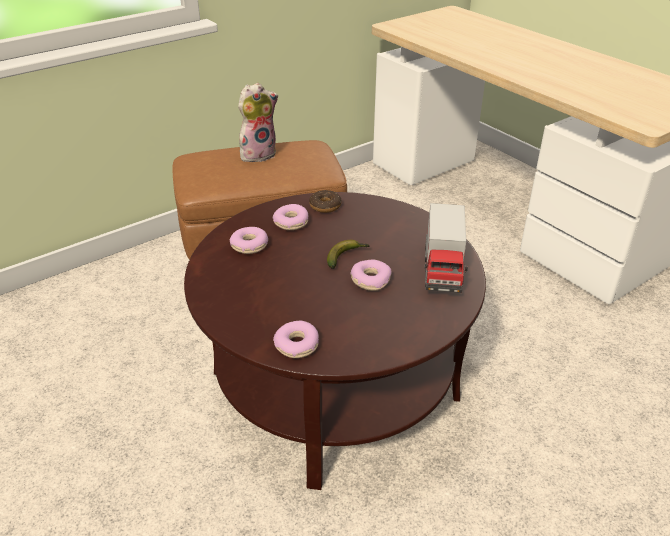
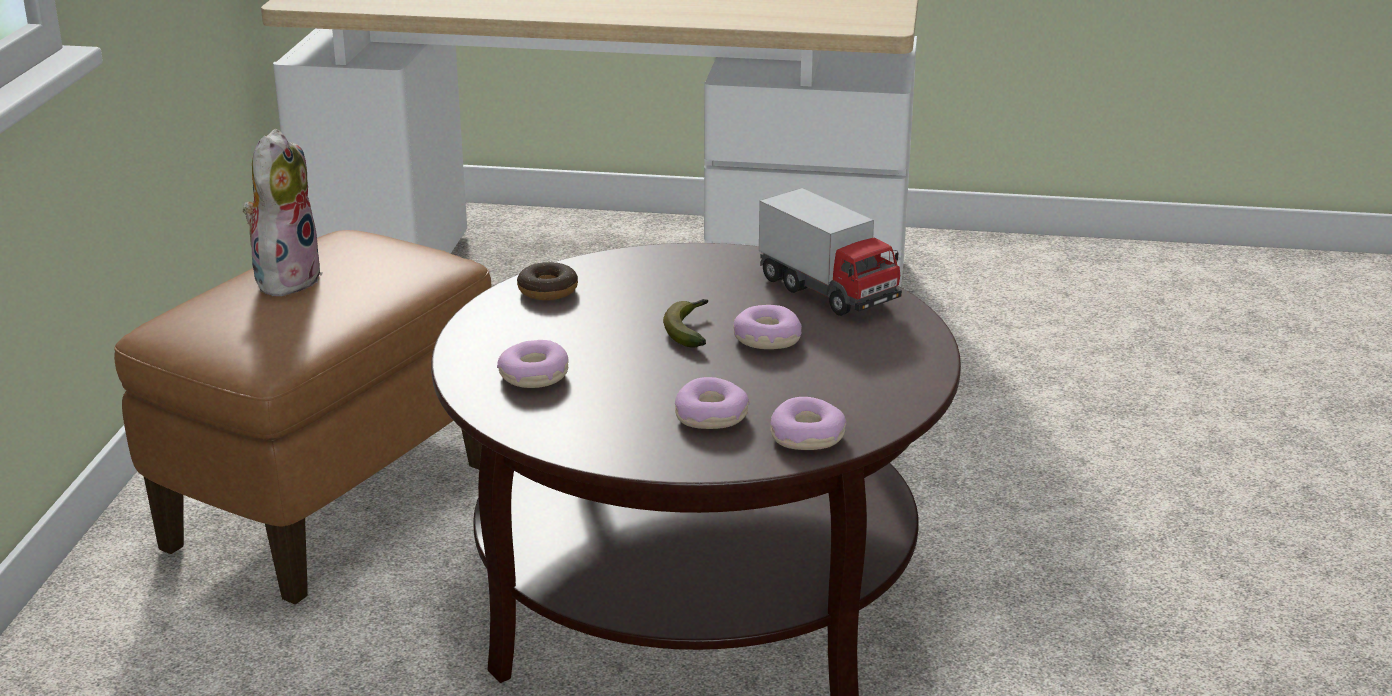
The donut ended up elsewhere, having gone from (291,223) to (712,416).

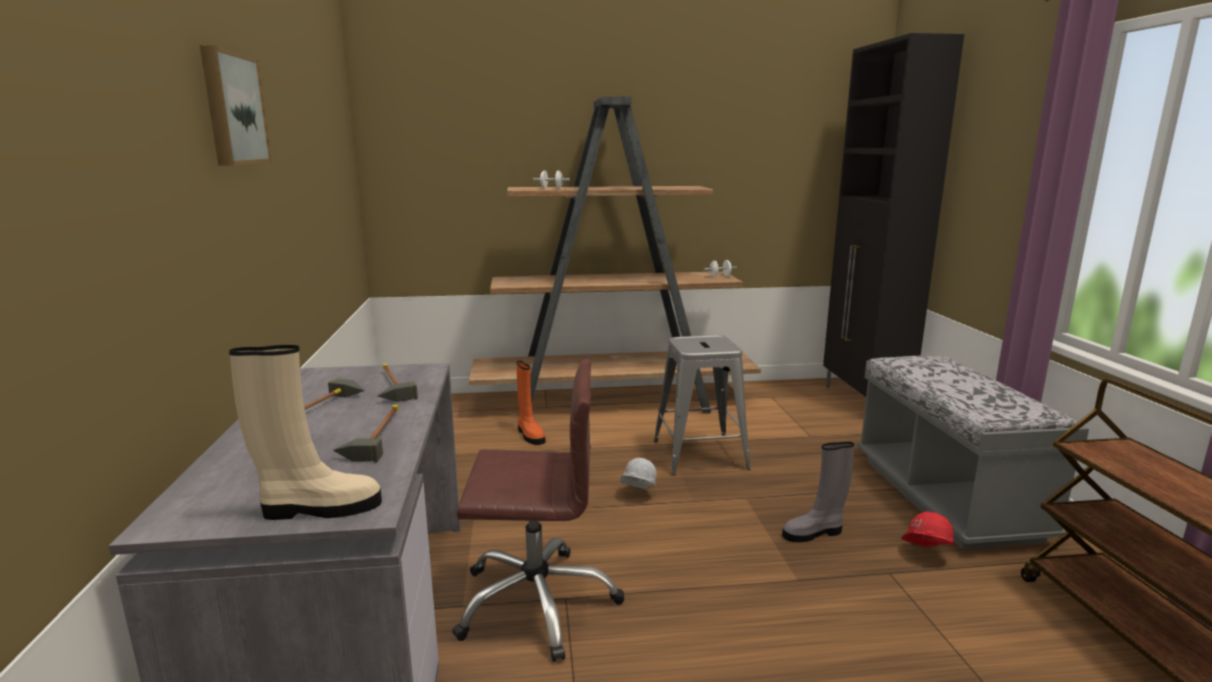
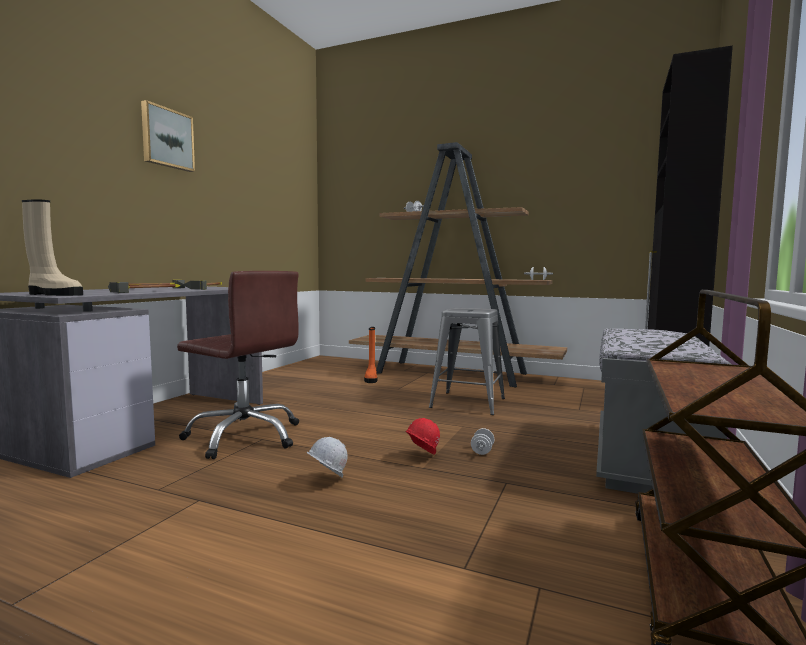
The white hard hat ended up elsewhere, having gone from (637,495) to (326,481).
The red hard hat ended up elsewhere, having gone from (924,555) to (421,457).
Where the grey boot stood at (814,533), the white dumbbell came to stand at (482,451).

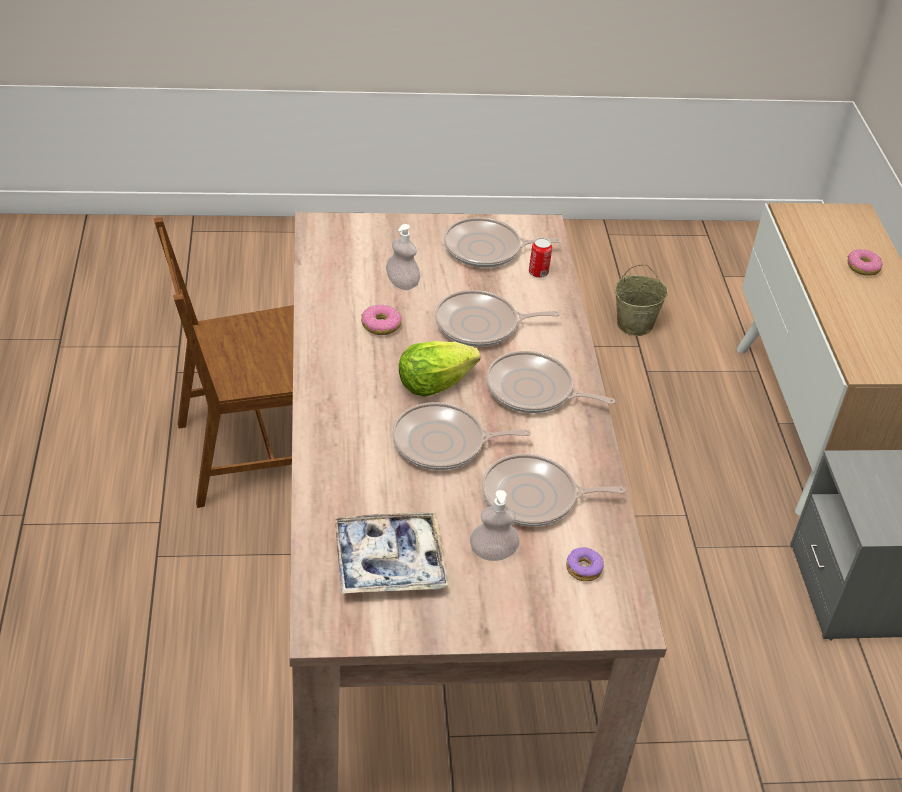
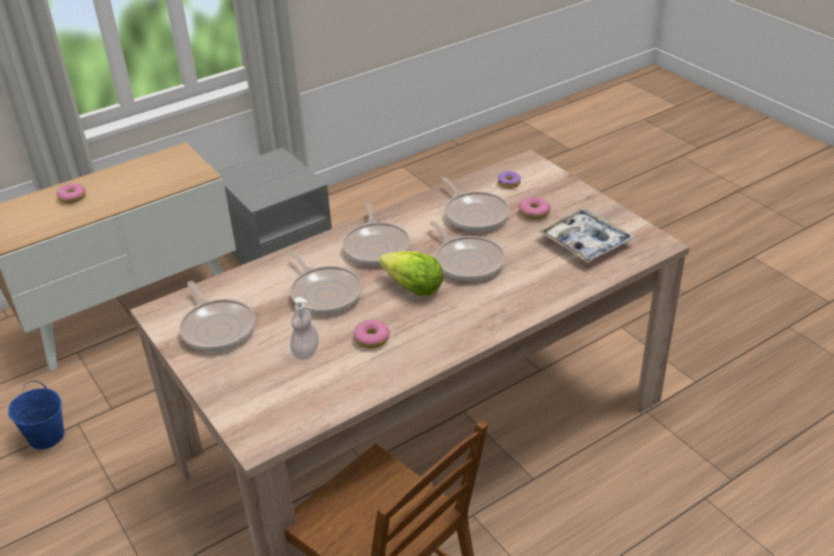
The second view lost the can at (538,272).
Where the soap dispenser stood at (493,553), the donut came to stand at (534,213).
What was the beige bucket at (635,324) turned into the blue bucket at (45,436).

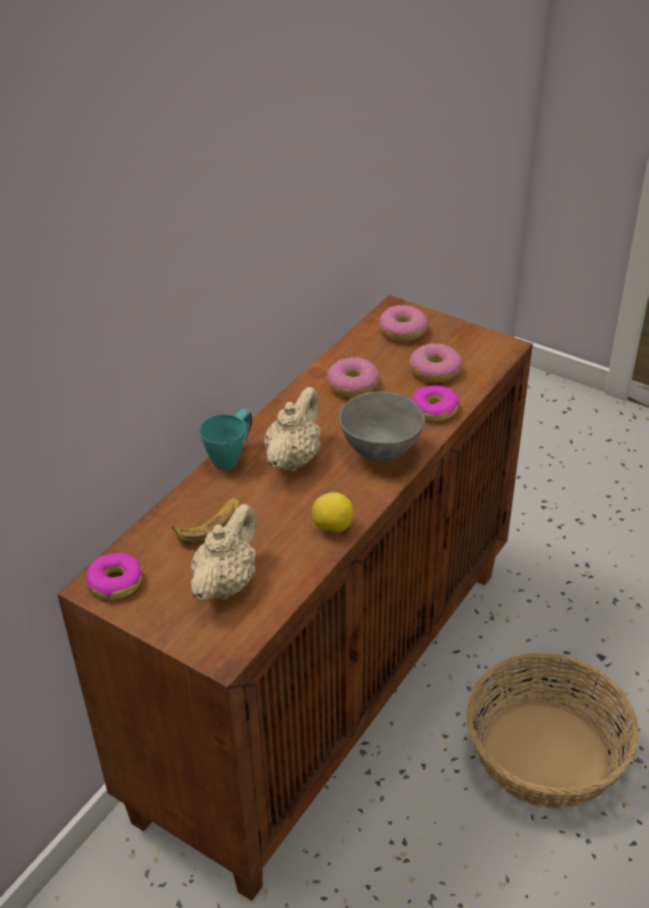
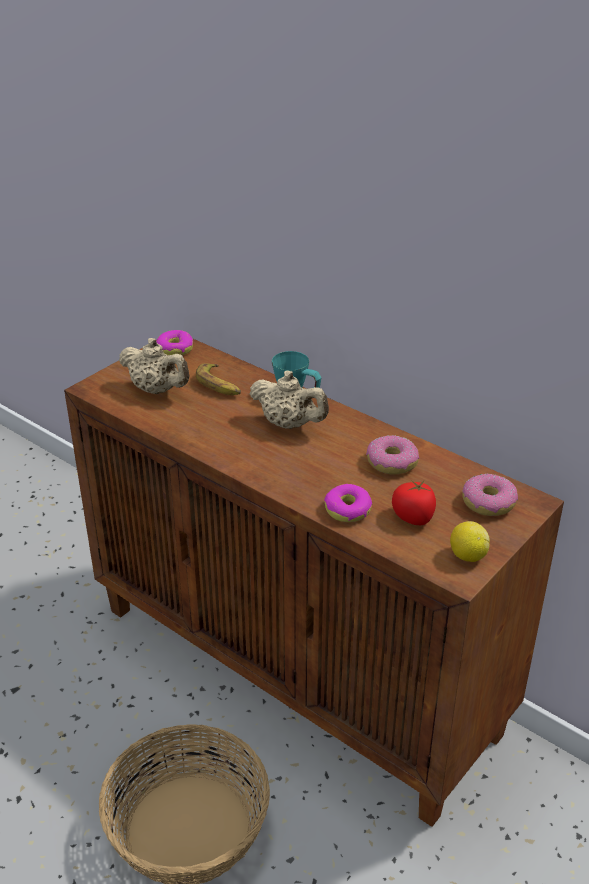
The second view lost the grey bowl at (381,452).
The lemon ended up elsewhere, having gone from (332,527) to (467,556).
Where the donut stood at (435,371), the tomato came to stand at (413,517).

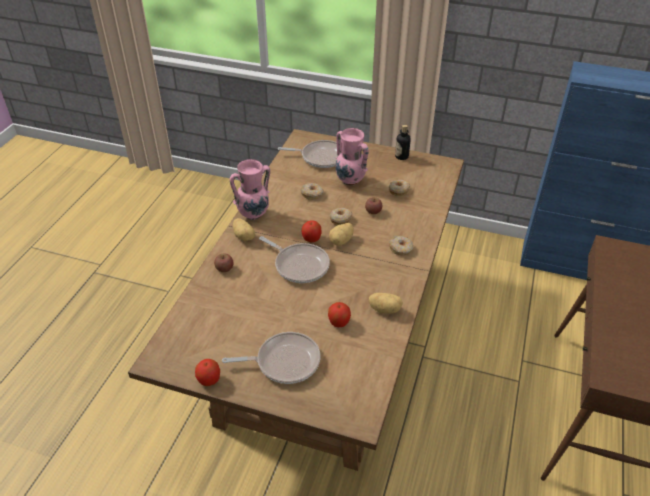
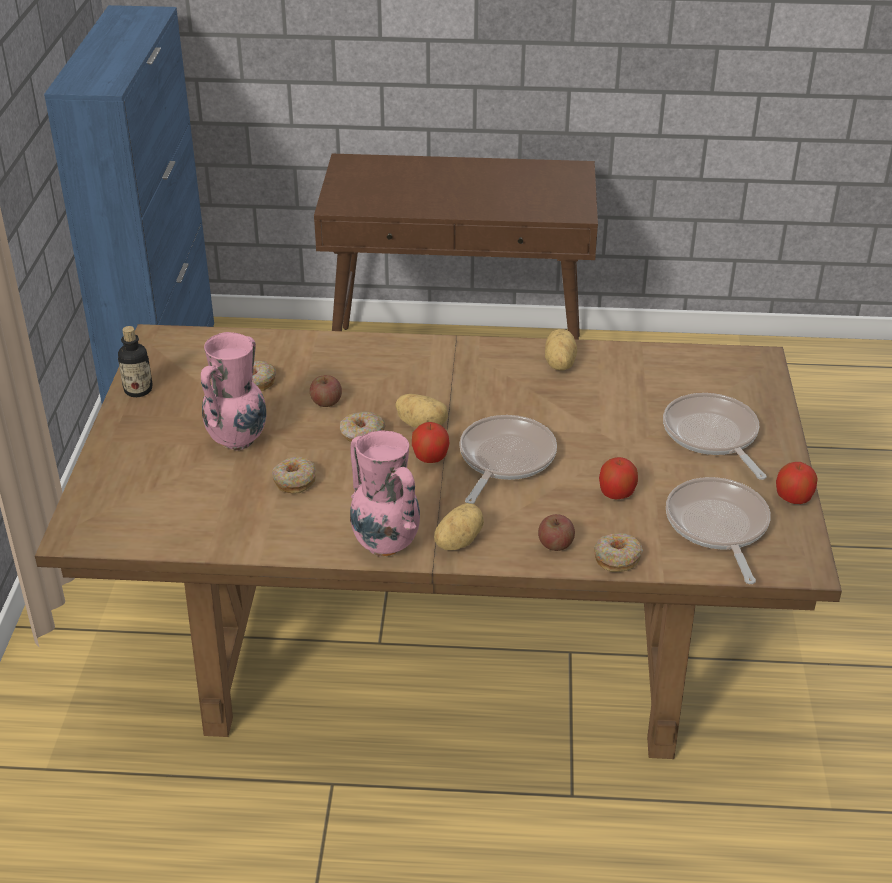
The frying pan ended up elsewhere, having gone from (320,157) to (717,527).
The apple ended up elsewhere, having gone from (339,322) to (616,494).
The donut ended up elsewhere, having gone from (401,249) to (617,558).

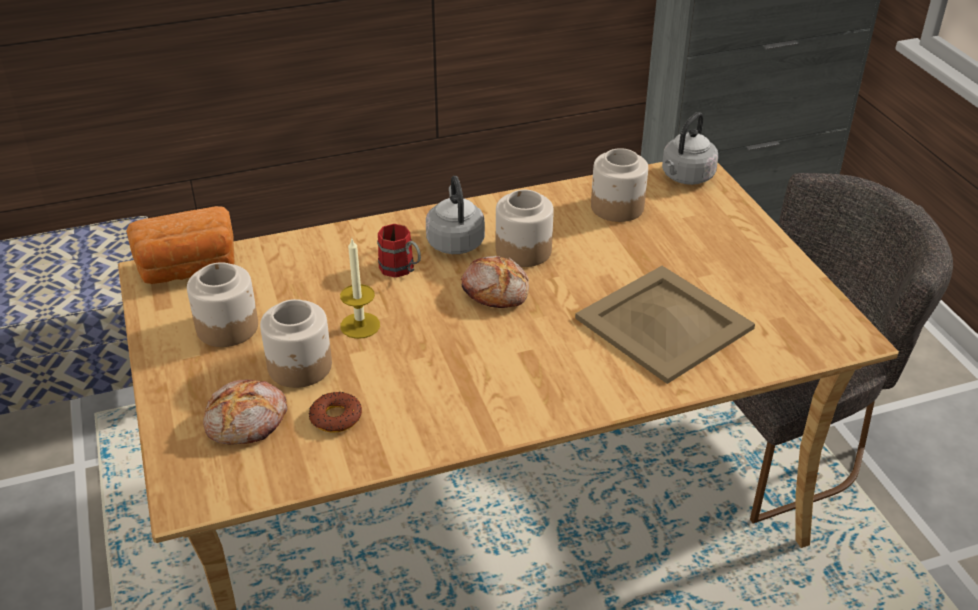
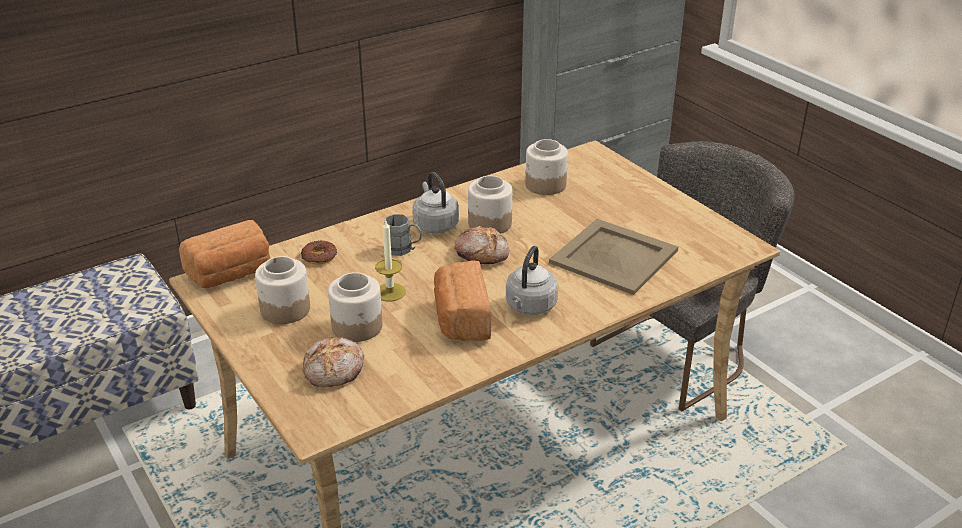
The second view gained the bread at (461,319).
The donut ended up elsewhere, having gone from (335,417) to (319,256).
The grey kettle ended up elsewhere, having gone from (686,177) to (530,307).
What was the red mug at (402,270) turned into the grey mug at (404,250).

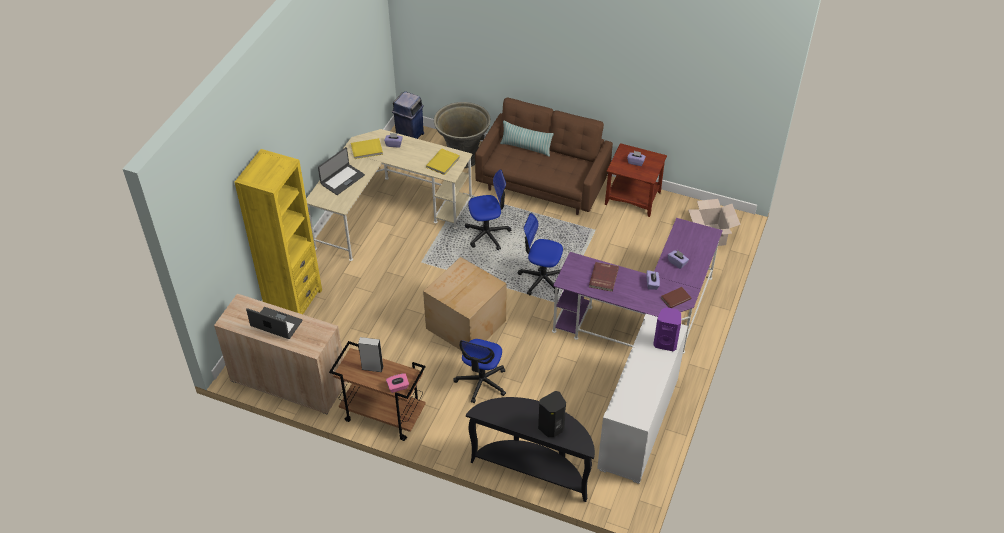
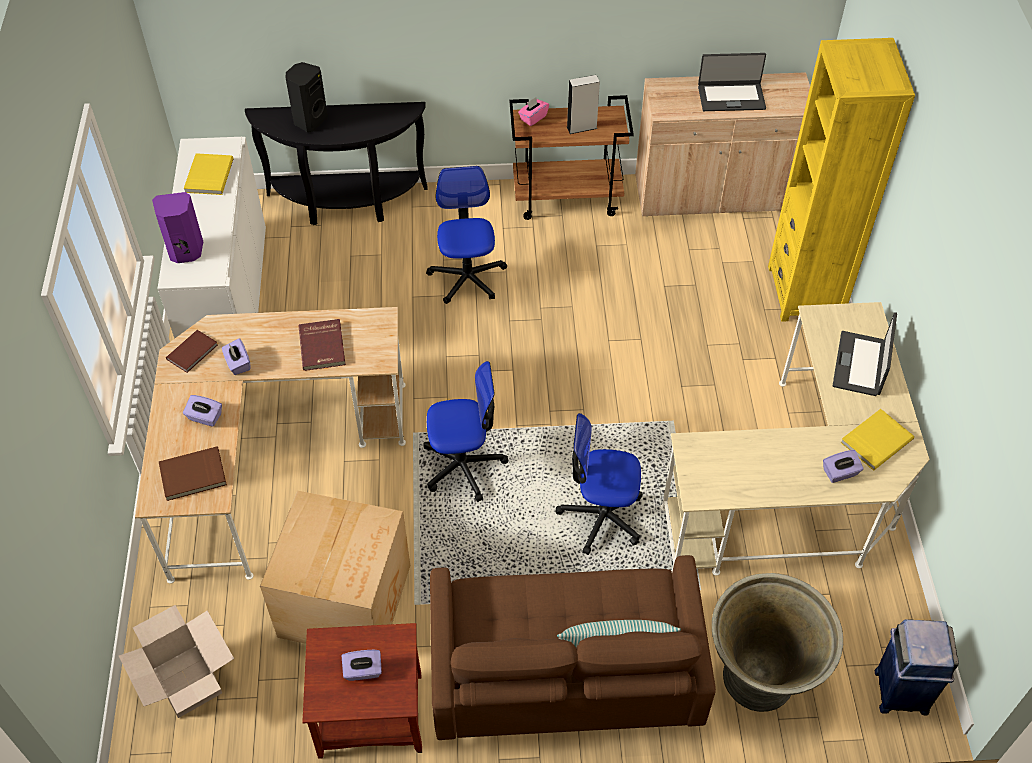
The second view gained the brown book at (193,476).
The cardboard box ended up elsewhere, having gone from (464,324) to (347,599).
The yellow book ended up elsewhere, having gone from (443,163) to (208,176).
What was the purple desk at (643,318) turned into the beige desk at (268,457).
The office chair at (487,234) ended up facing another way, 45 degrees clockwise from before.

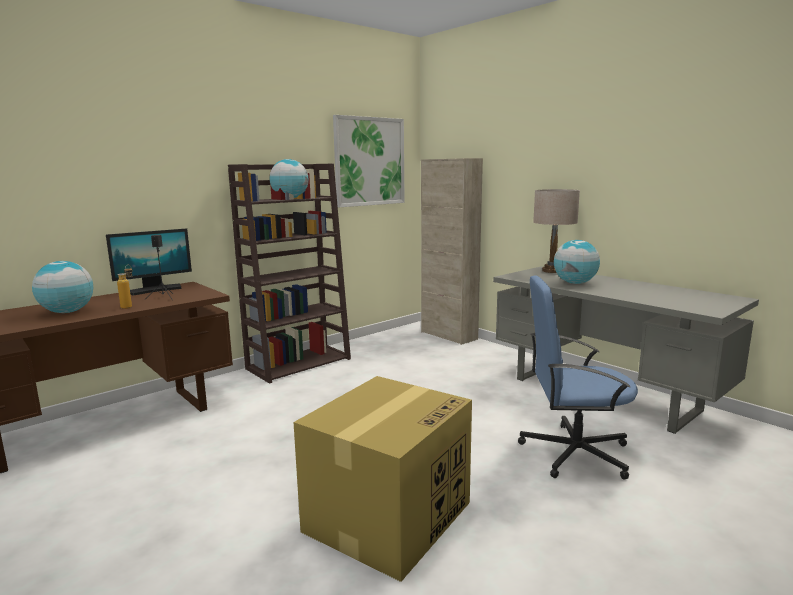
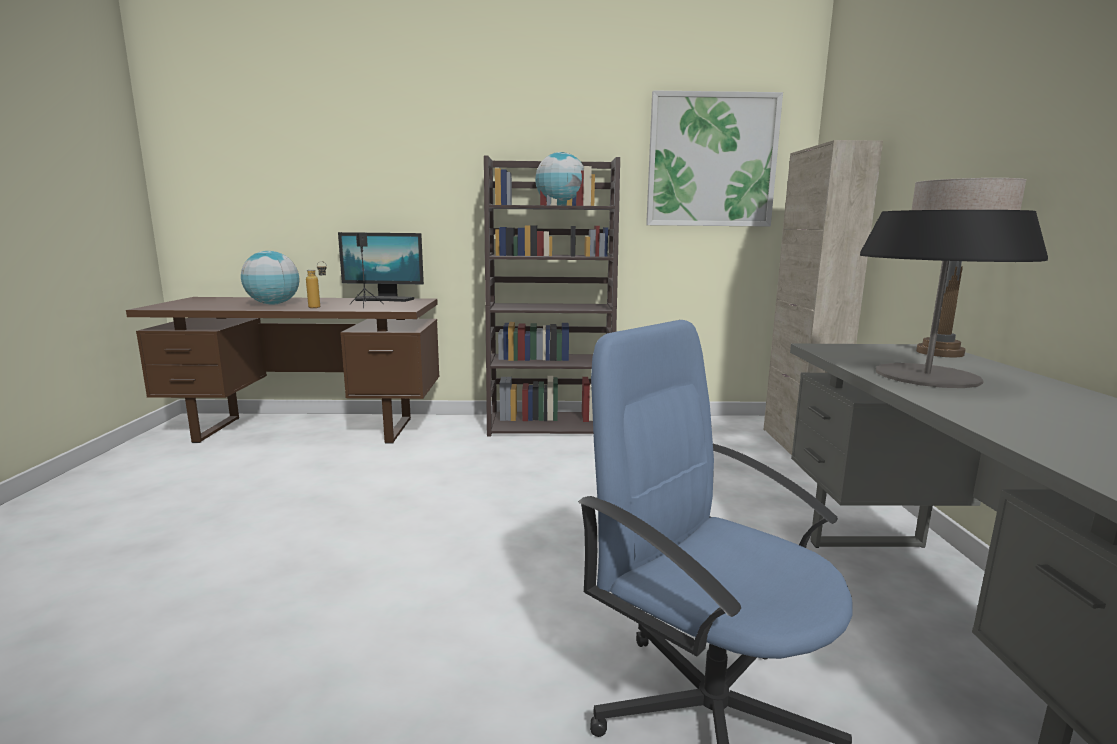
The second view lost the cardboard box at (389,515).
Where the globe stood at (575,283), the table lamp came to stand at (927,376).

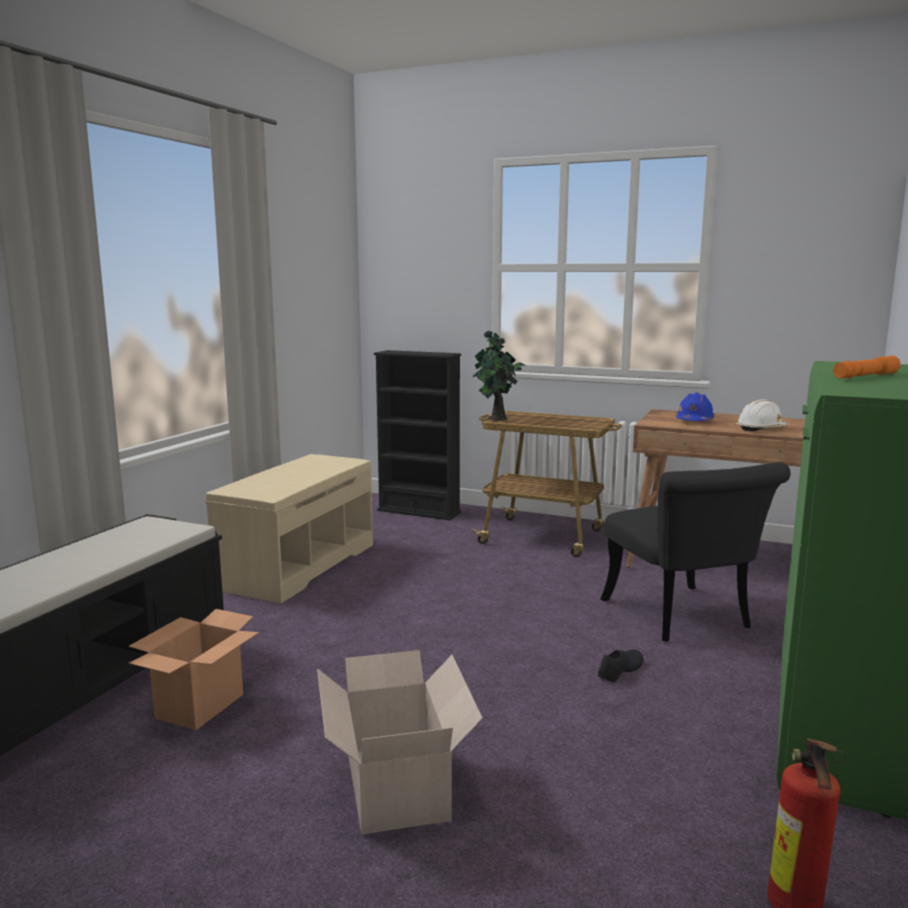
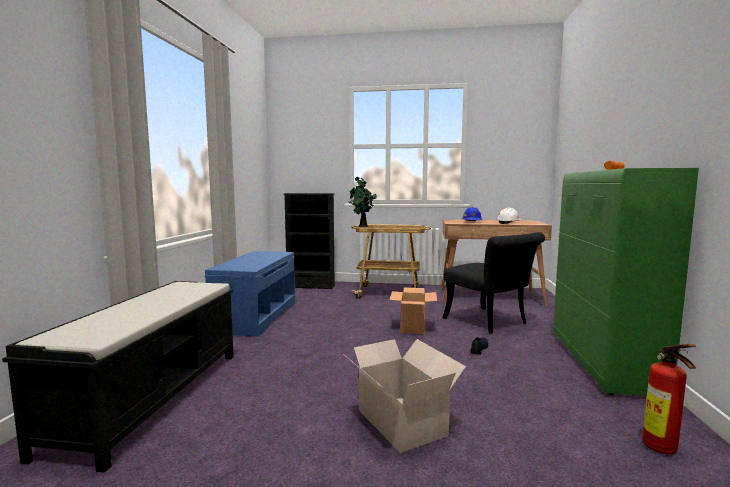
The cardboard box ended up elsewhere, having gone from (199,707) to (413,328).
What was the beige bench at (298,565) turned into the blue bench at (256,316).

